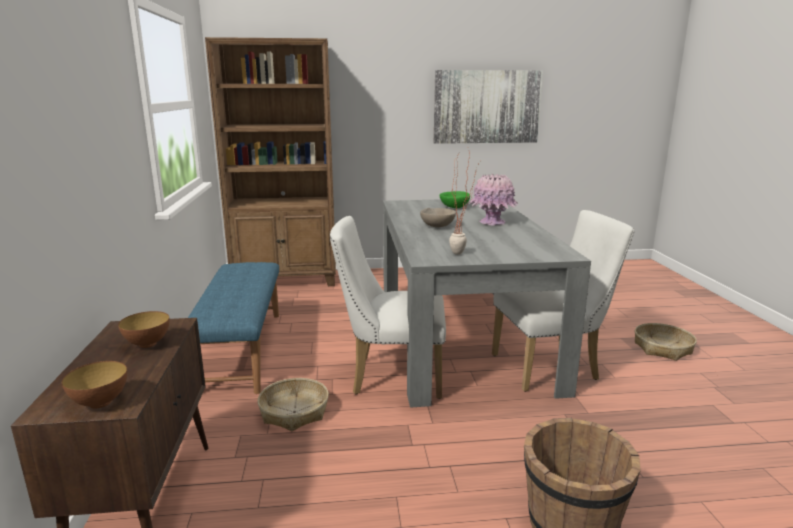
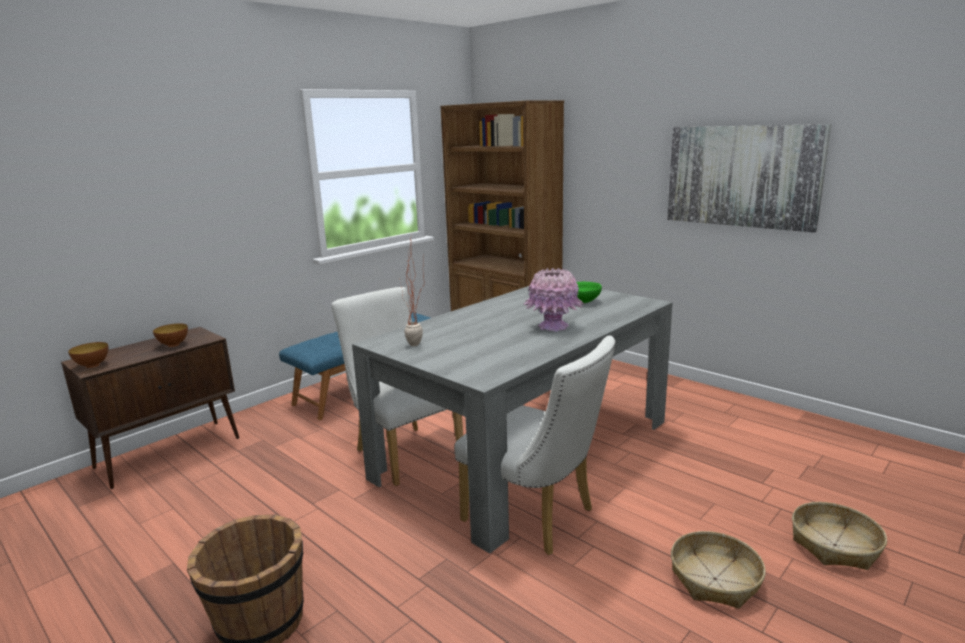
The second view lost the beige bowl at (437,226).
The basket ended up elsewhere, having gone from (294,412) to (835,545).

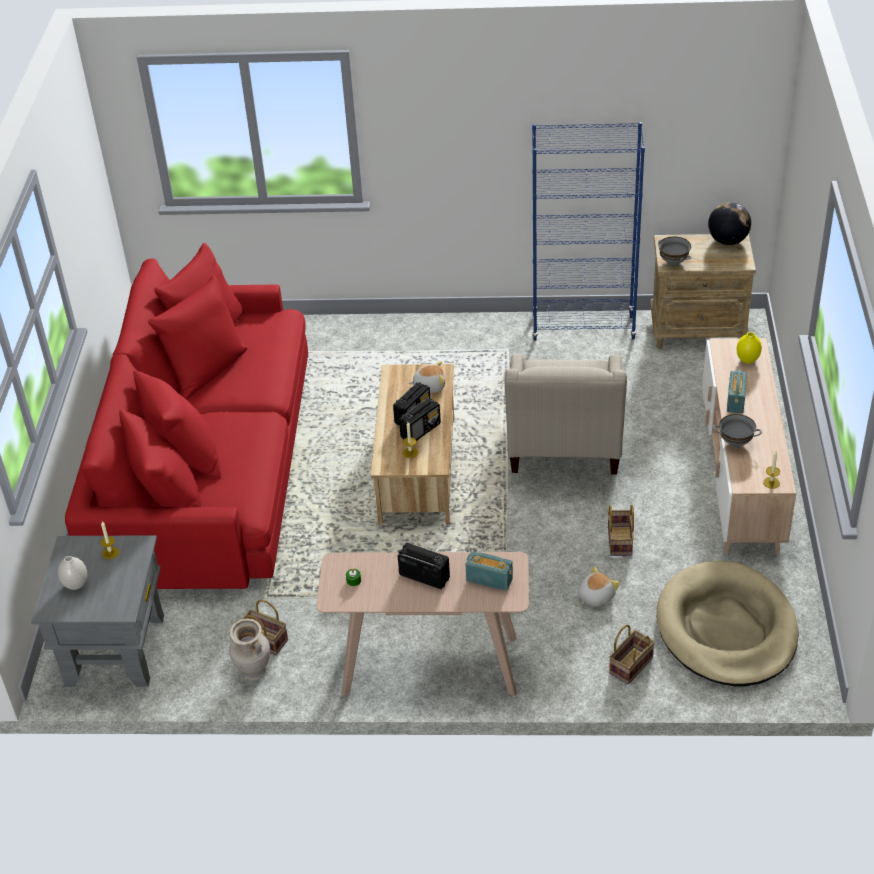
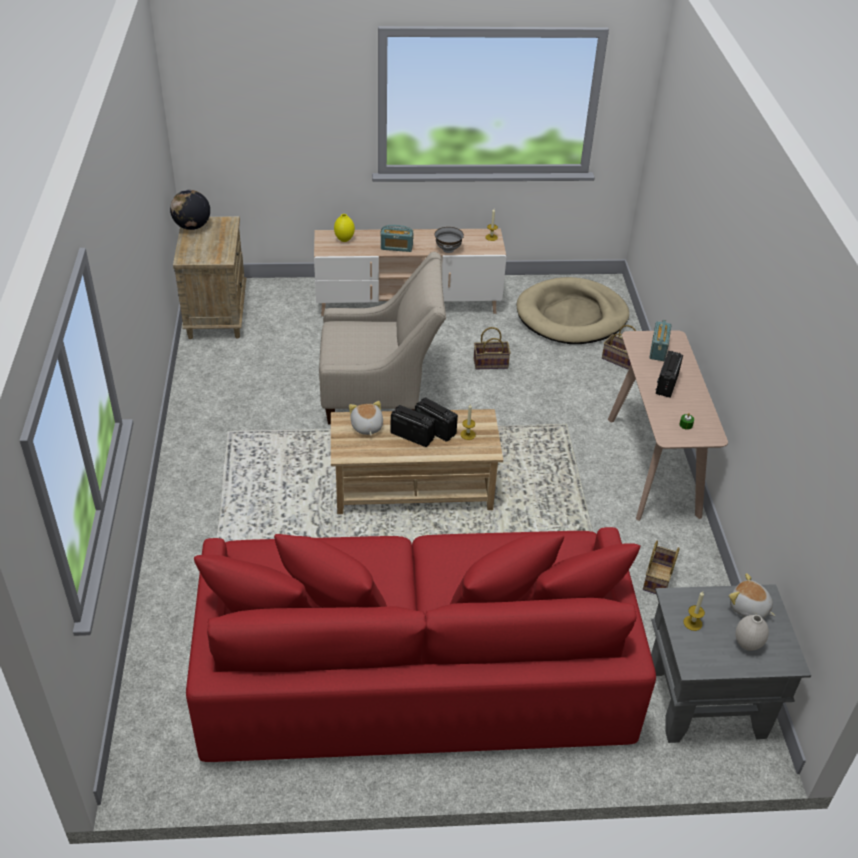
The second view lost the beige vase at (253,673).
The second view lost the blue bookcase at (583,328).
The second view lost the grey bowl at (673,262).
The plush toy ended up elsewhere, having gone from (595,596) to (749,608).

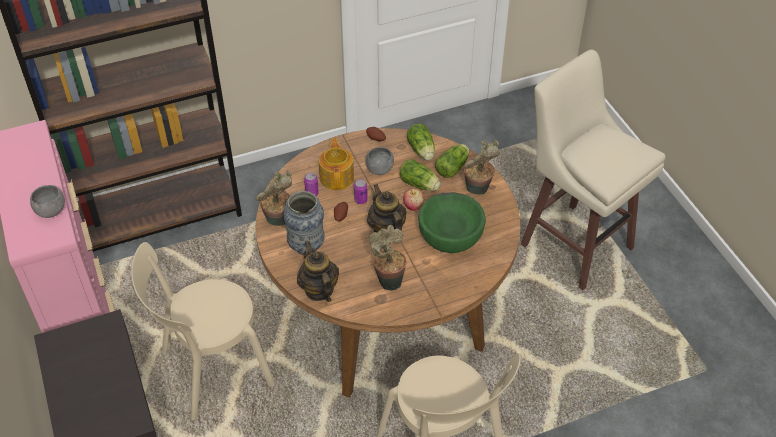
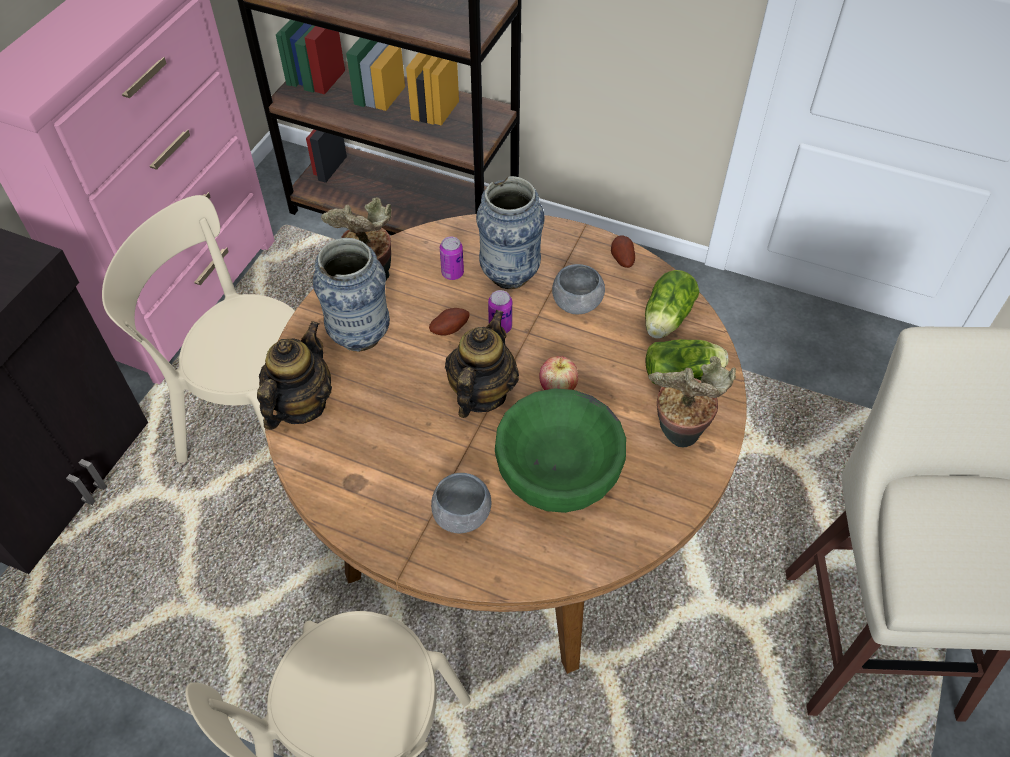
The second view lost the potted plant at (388,280).
The second view lost the lettuce at (420,185).
The grey bowl ended up elsewhere, having gone from (51,210) to (462,515).
Where the teapot stood at (337,177), the vase came to stand at (509,275).

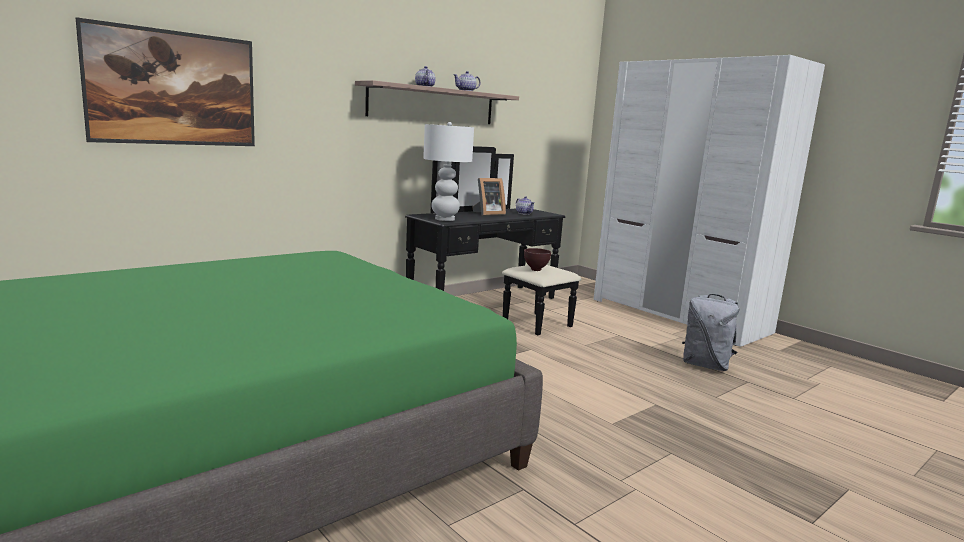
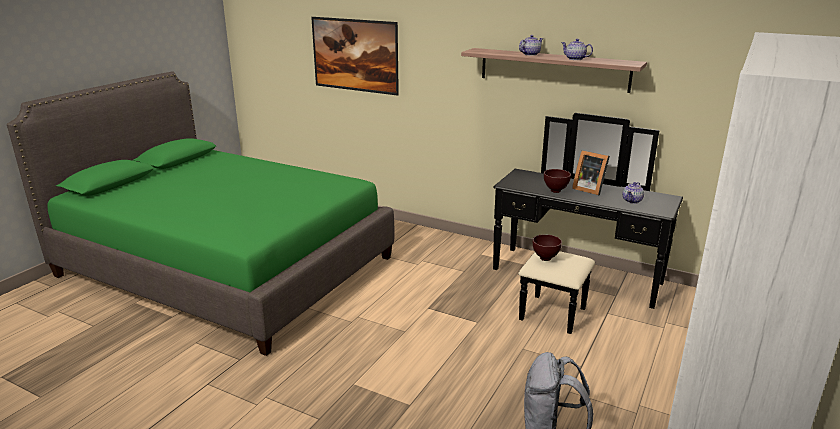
The second view lost the white table lamp at (445,219).
The second view gained the brown bowl at (556,191).

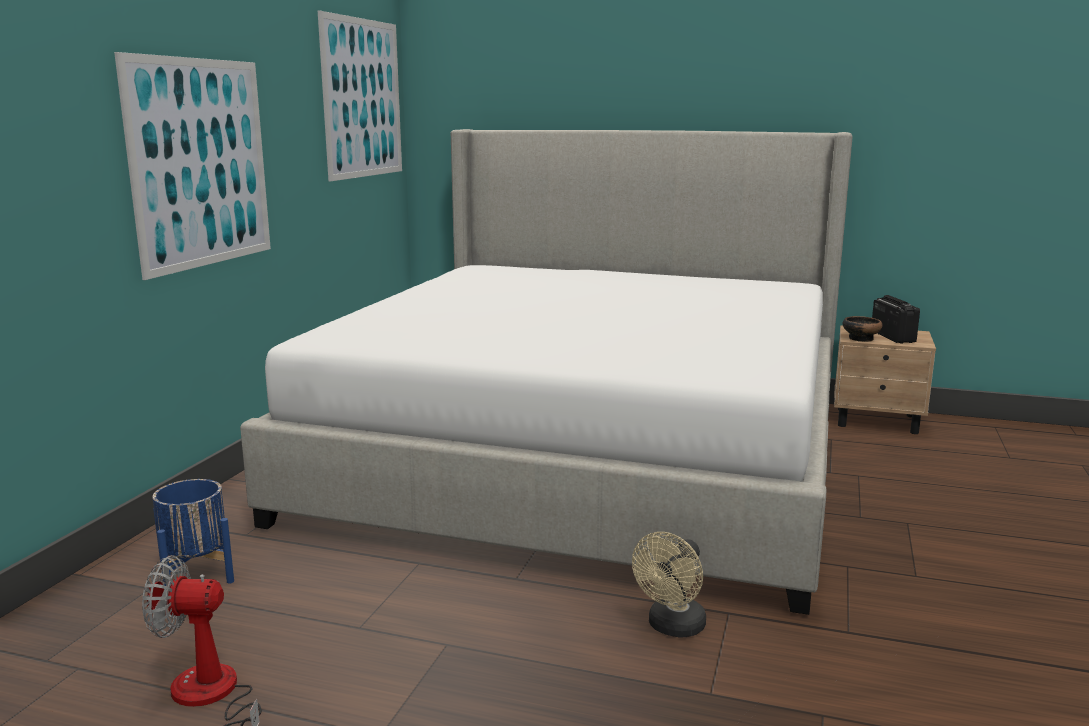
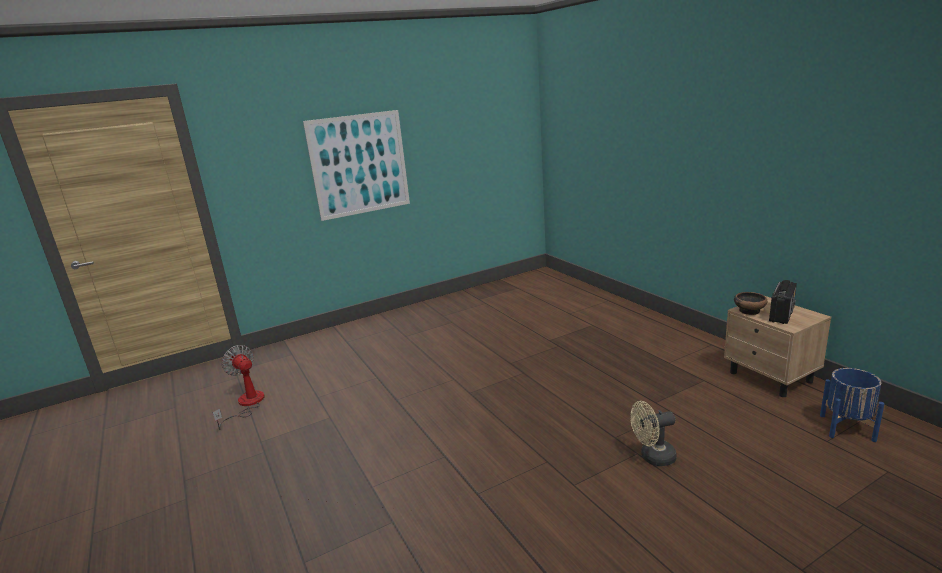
The second view lost the bed at (587,457).
The second view lost the picture at (362,98).
The blue planter ended up elsewhere, having gone from (196,575) to (846,427).
The beige fan ended up elsewhere, having gone from (672,628) to (652,457).

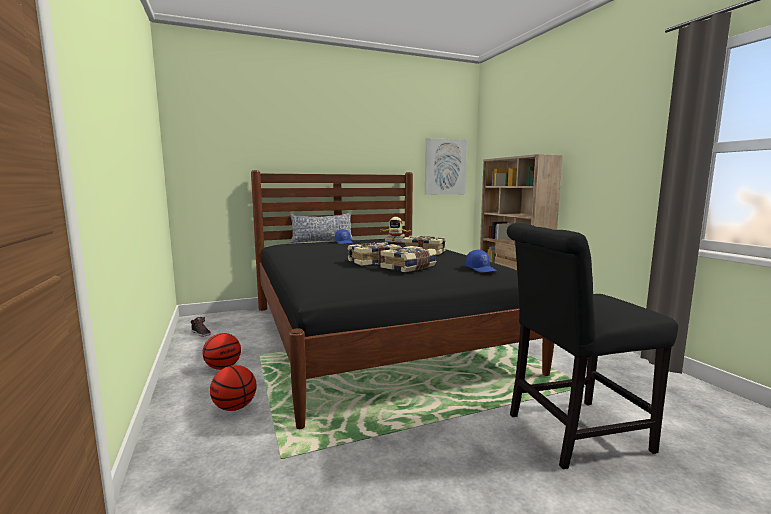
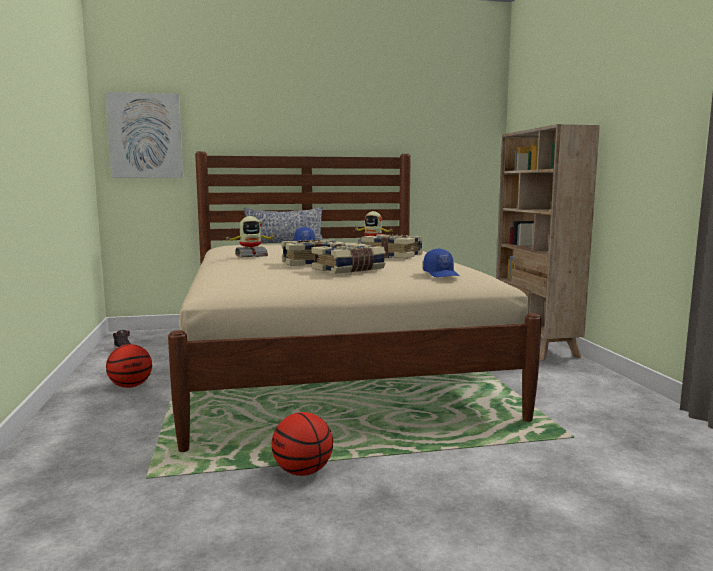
The second view lost the black chair at (570,433).
The second view gained the toy robot at (251,256).
The basketball ended up elsewhere, having gone from (235,407) to (303,471).
The picture ended up elsewhere, having gone from (445,167) to (145,136).
What was the black bed at (374,335) turned into the beige bed at (329,364).

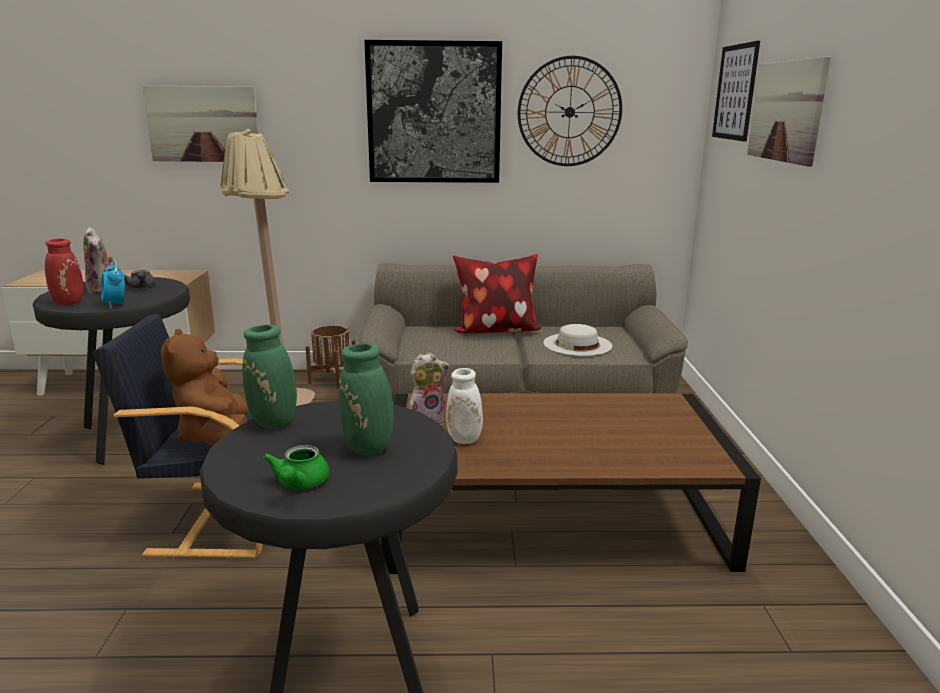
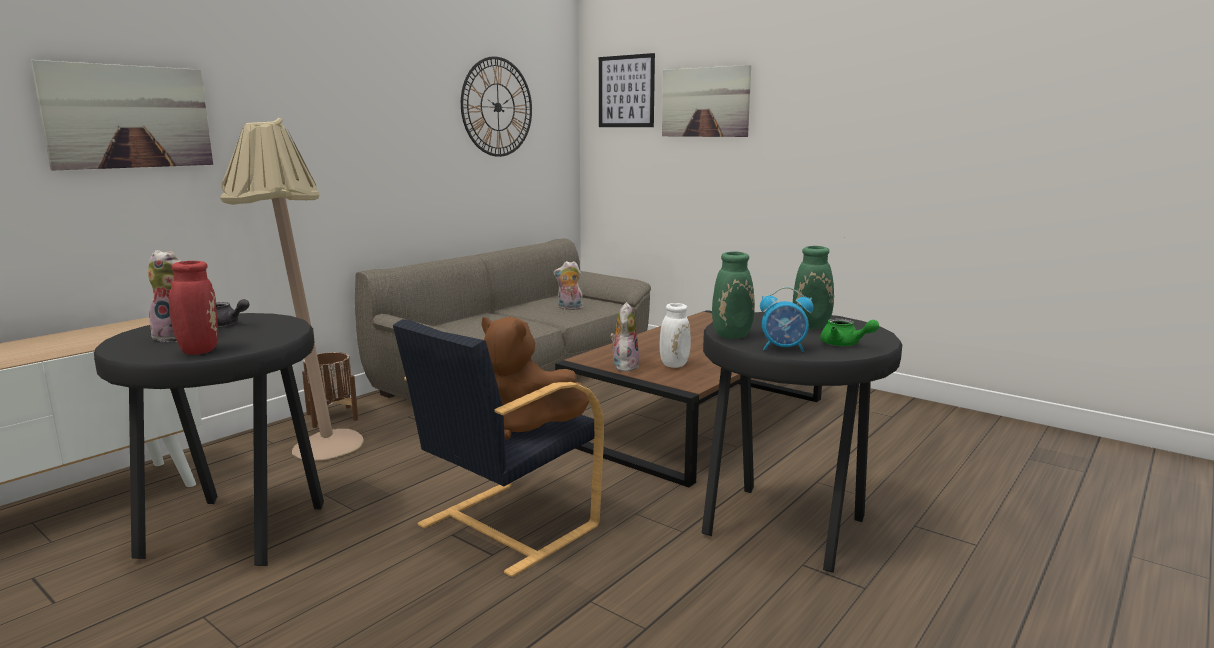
The second view lost the picture at (434,113).
The second view lost the pillow at (495,331).
The alarm clock ended up elsewhere, having gone from (116,305) to (784,349).
Where the white hat stood at (577,344), the plush toy came to stand at (569,308).

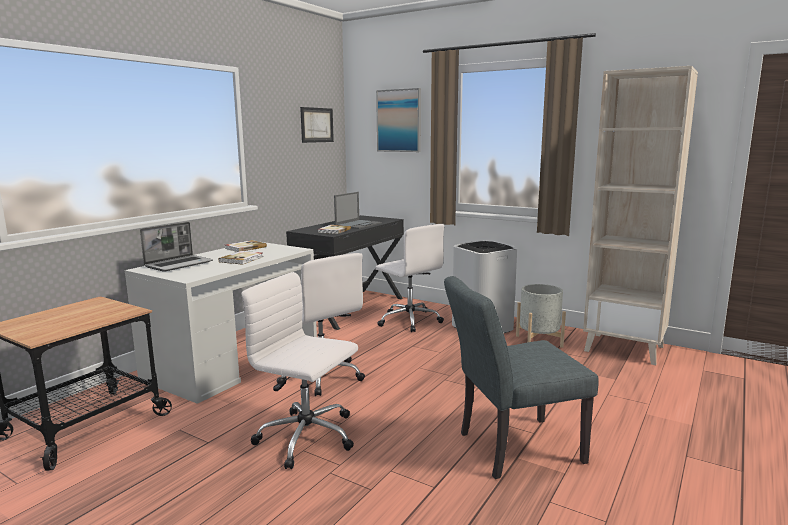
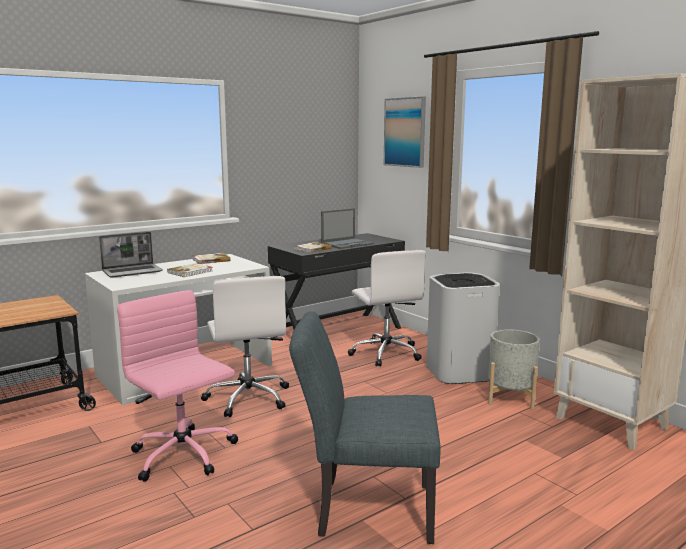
The second view lost the picture at (317,125).
What was the white office chair at (308,438) turned into the pink office chair at (184,455).

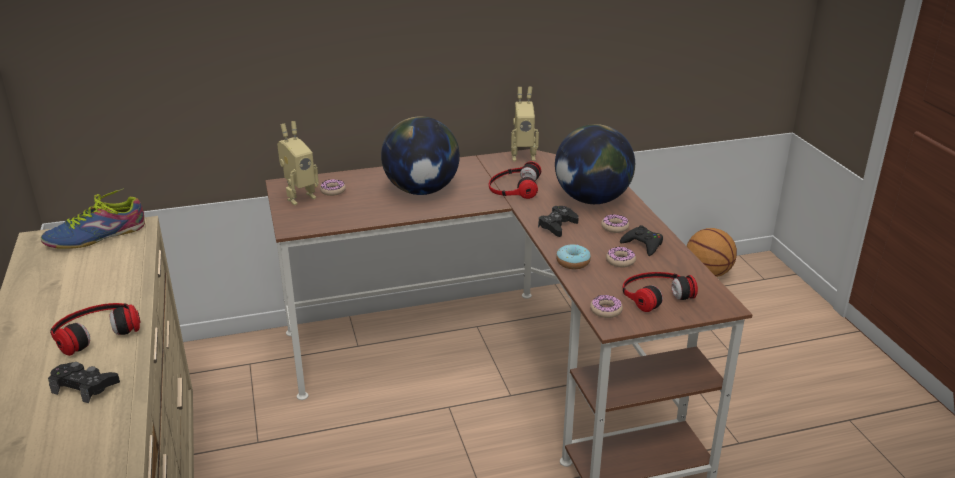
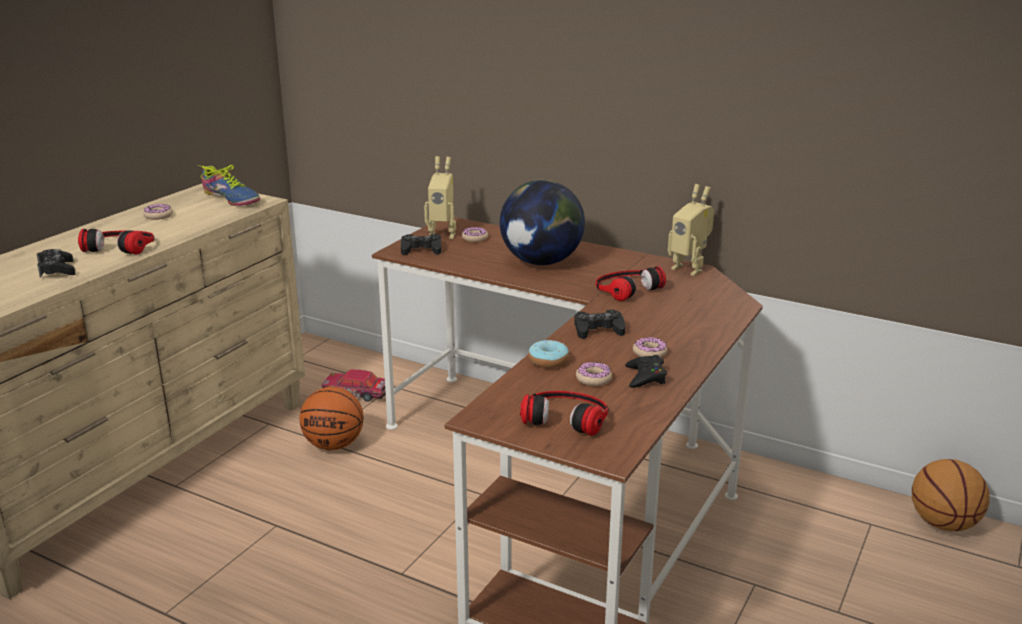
The second view lost the globe at (592,200).
The second view gained the basketball at (334,445).
The second view gained the toy car at (357,393).
The second view gained the black game controller at (421,250).
The donut ended up elsewhere, having gone from (606,310) to (158,216).
The shoe at (97,236) ended up facing another way, 150 degrees counterclockwise from before.

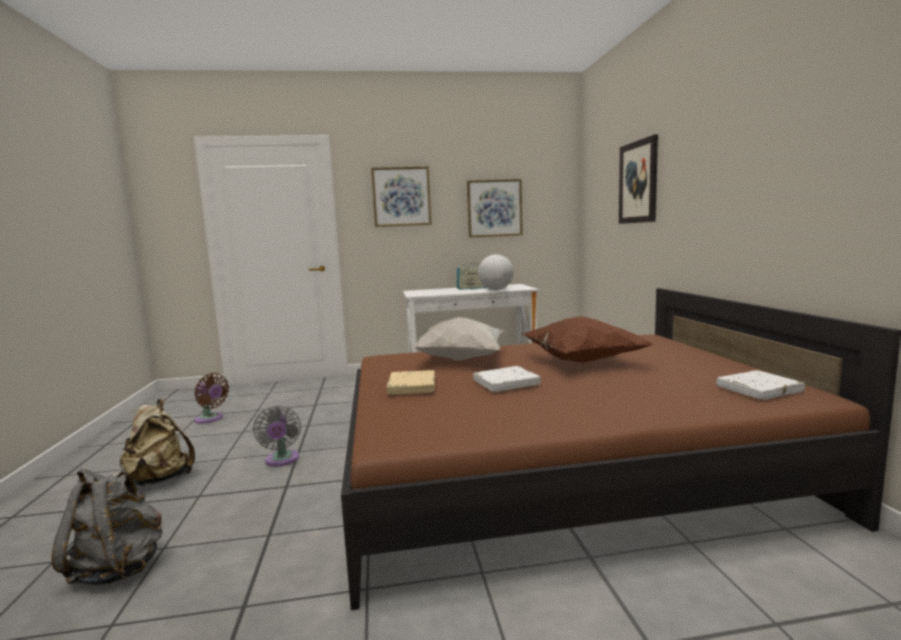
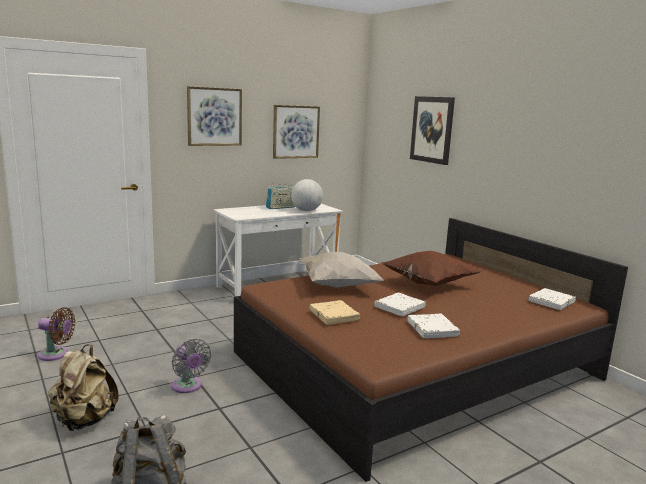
The second view gained the white book at (432,329).

